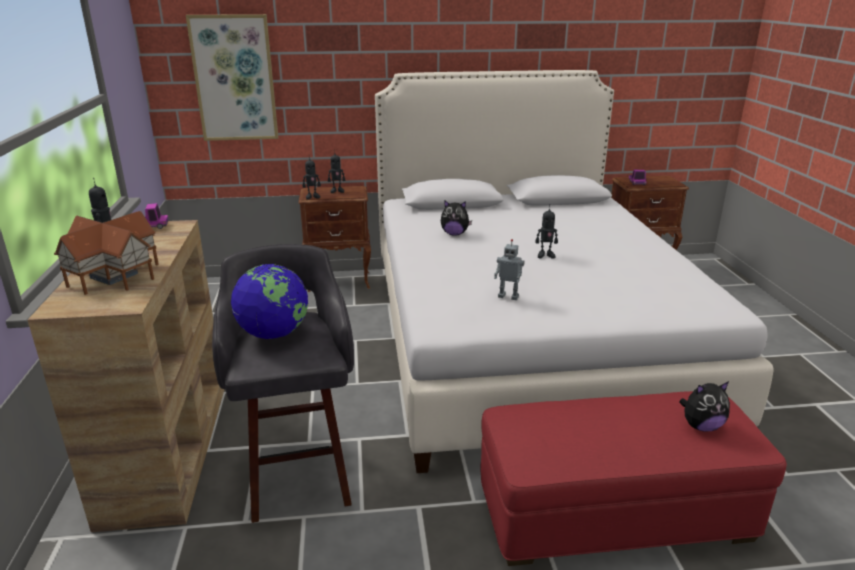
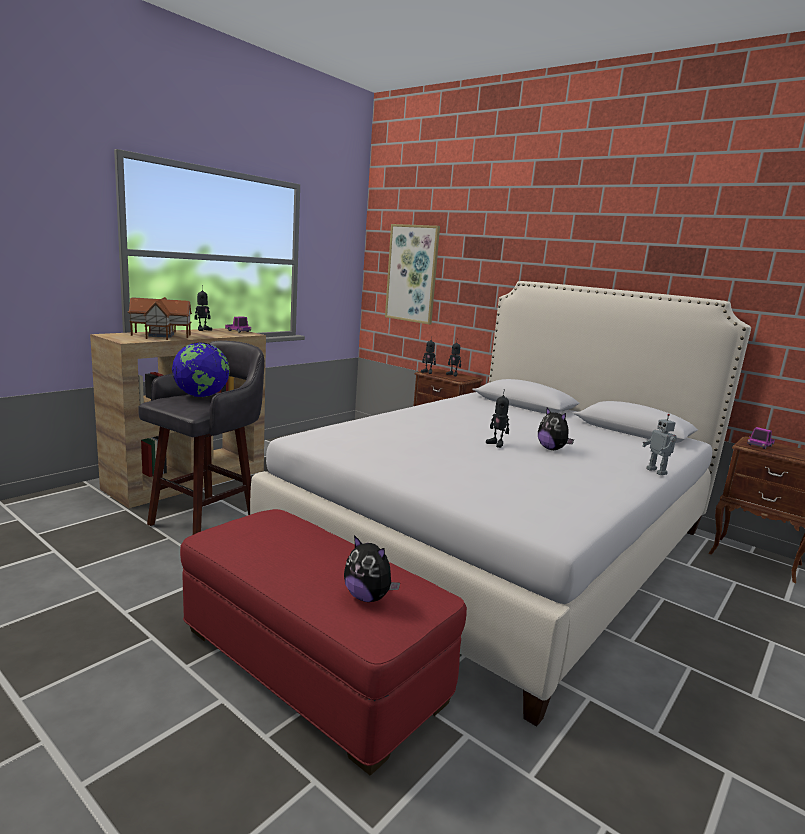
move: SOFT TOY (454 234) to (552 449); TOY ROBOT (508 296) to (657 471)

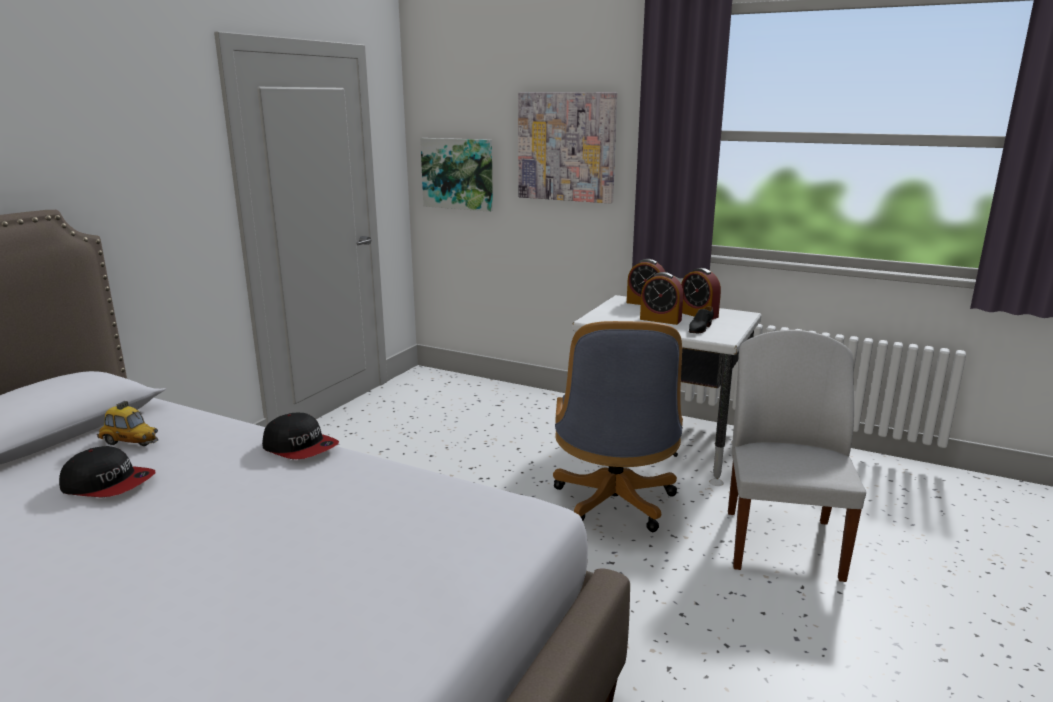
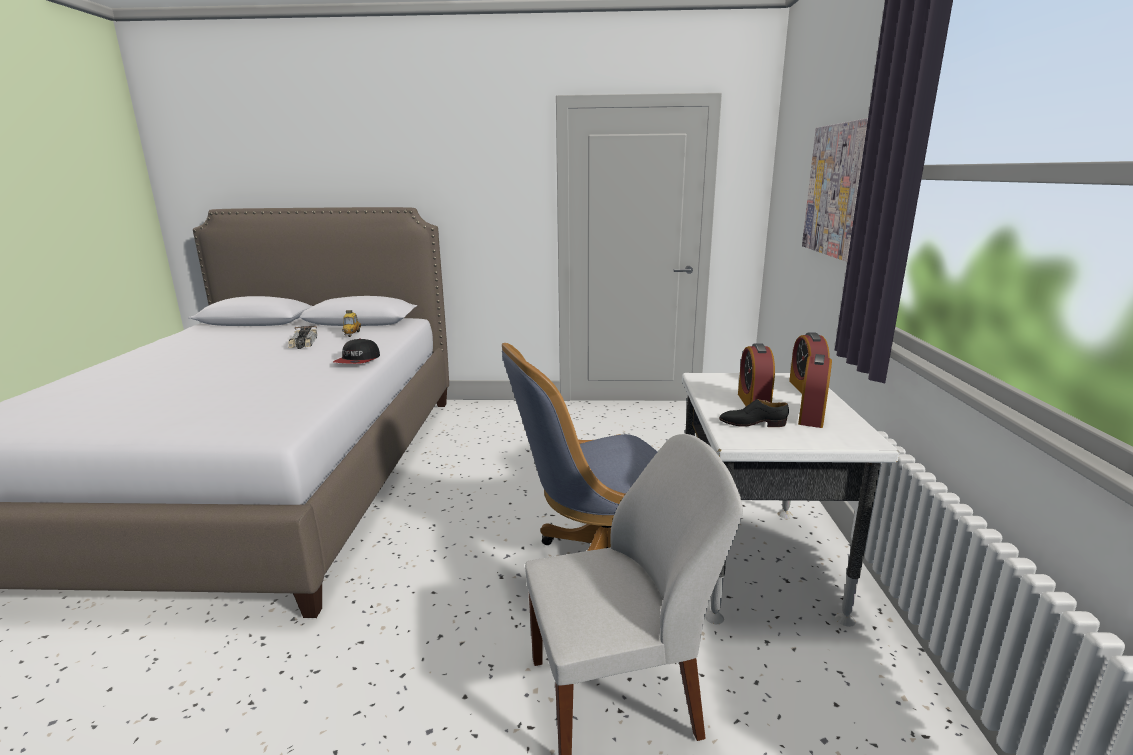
delete: WALL PICTURE (458 173)
replace: CAP (109 484) to MODEL CAR (303 343)

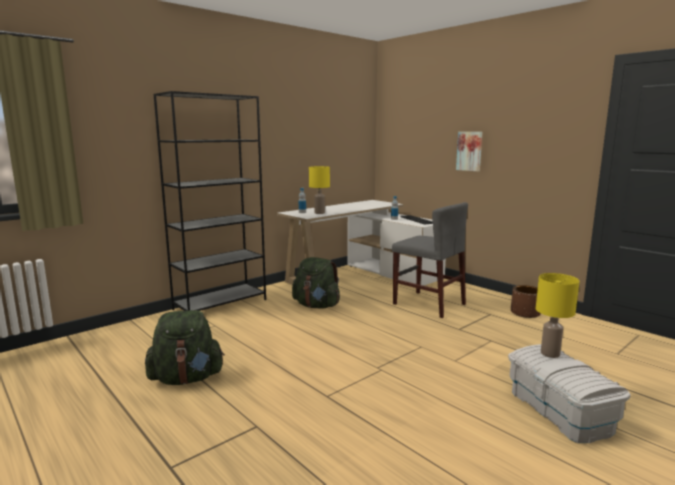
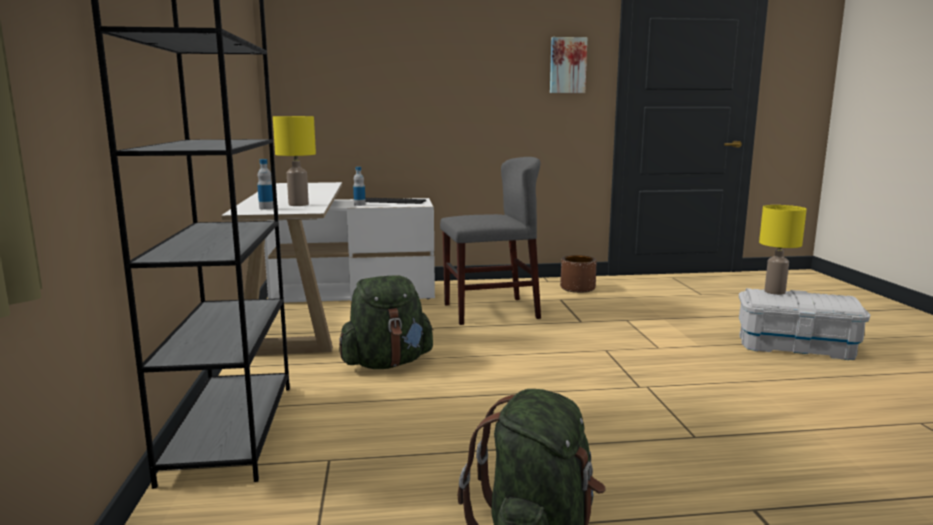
move: WALL PICTURE (469 151) to (567 65)

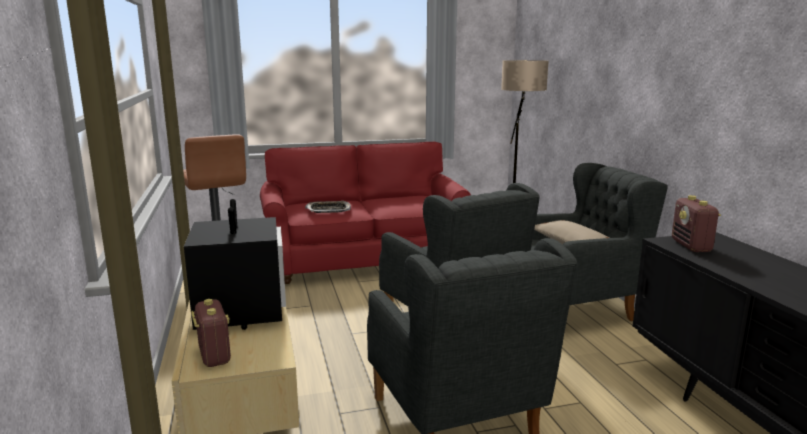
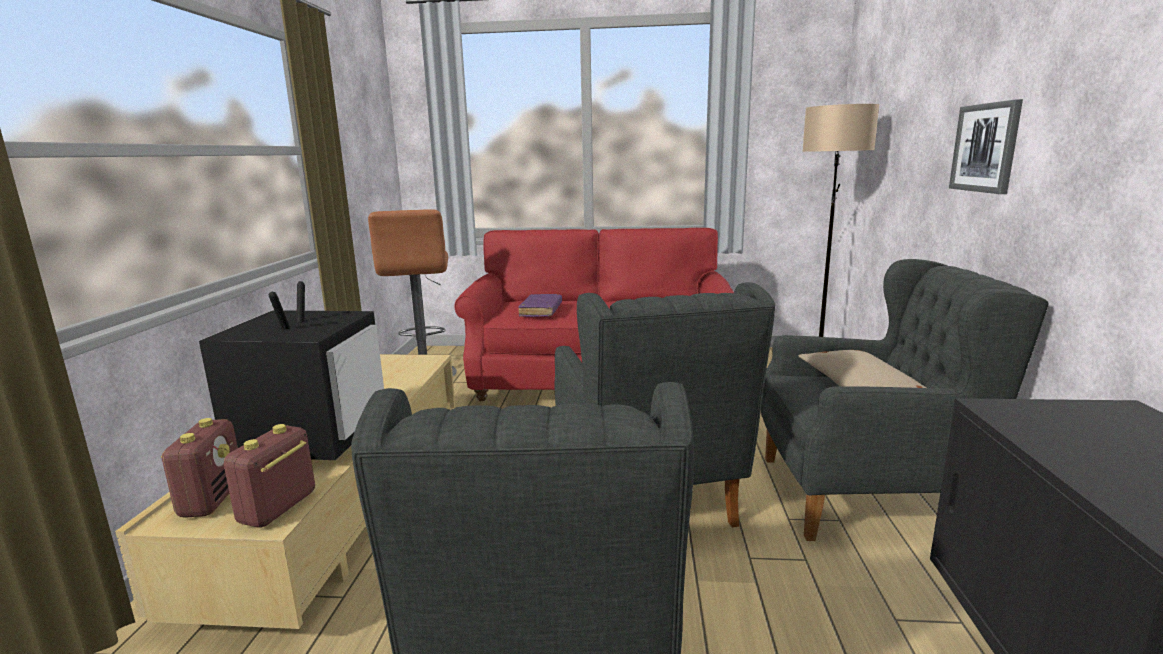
insert: WALL PICTURE (985 148)
move: RADIO (691 246) to (278 509)
replace: SERVING TRAY (328 210) to PURPLISH BOUND BOOK (541 311)

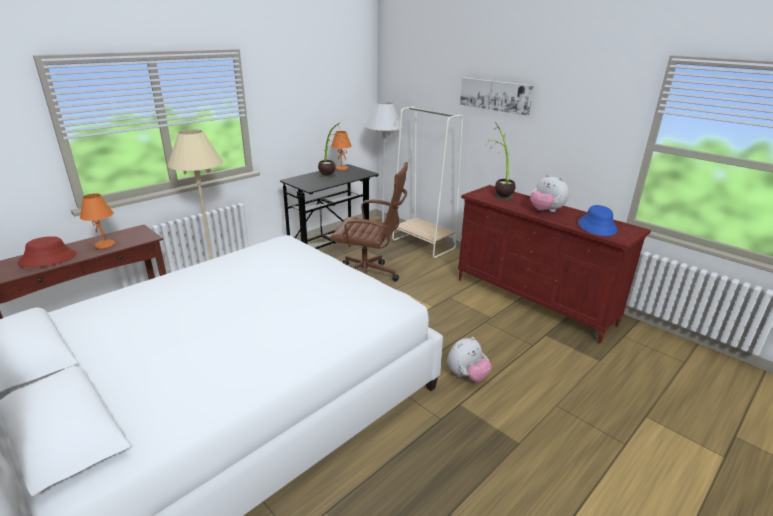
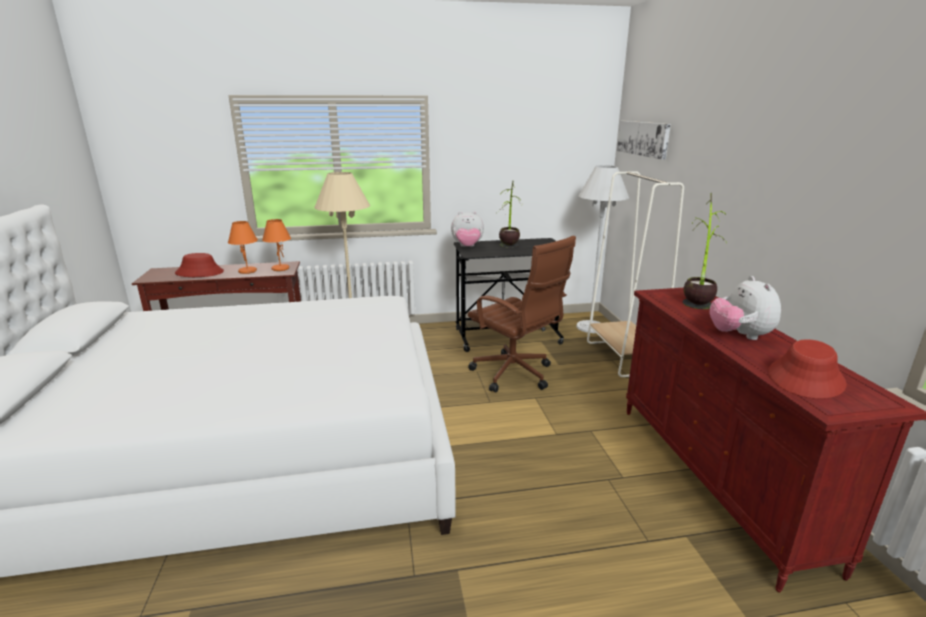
move: ORANGEY LAMP FOR A TABLE (341 169) to (280 269); SOFT TOY (467 376) to (467 247); WALL PICTURE (495 95) to (643 138)
recolor: BLUE HAT (597 226) to RED-COLOURED HAT (806 378)

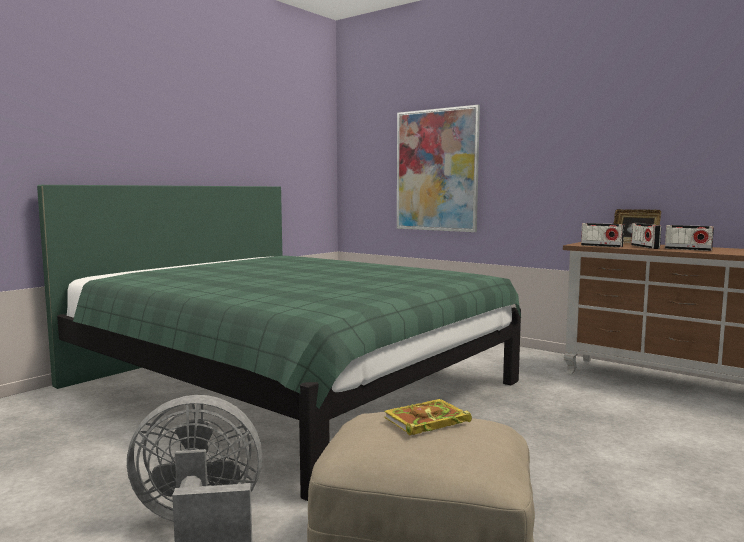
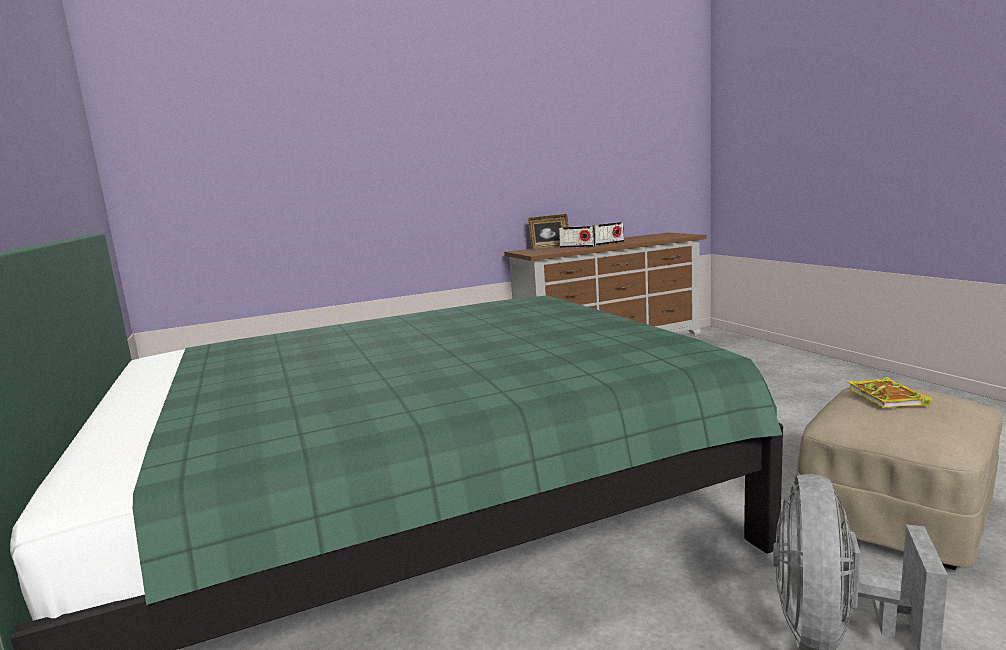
delete: WALL PICTURE (436 170); RADIO (601 246)

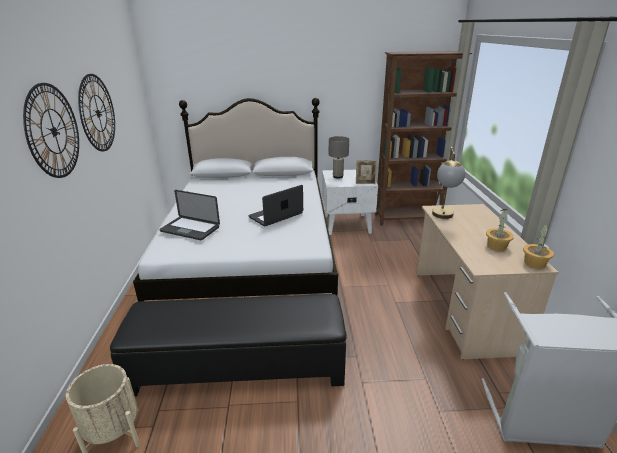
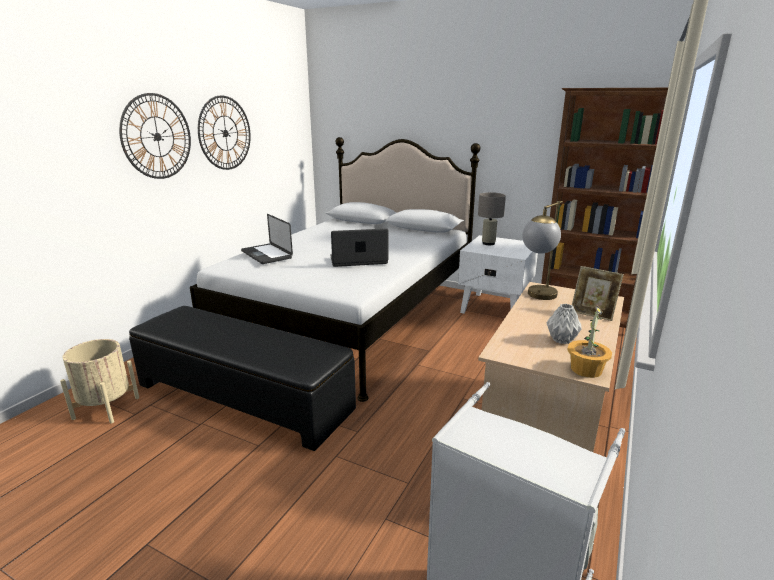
move: STANDING FRAME (365 182) to (592 314)
replace: HOUSEPLANT (497 246) to GREY FLOWER VASE (561 340)

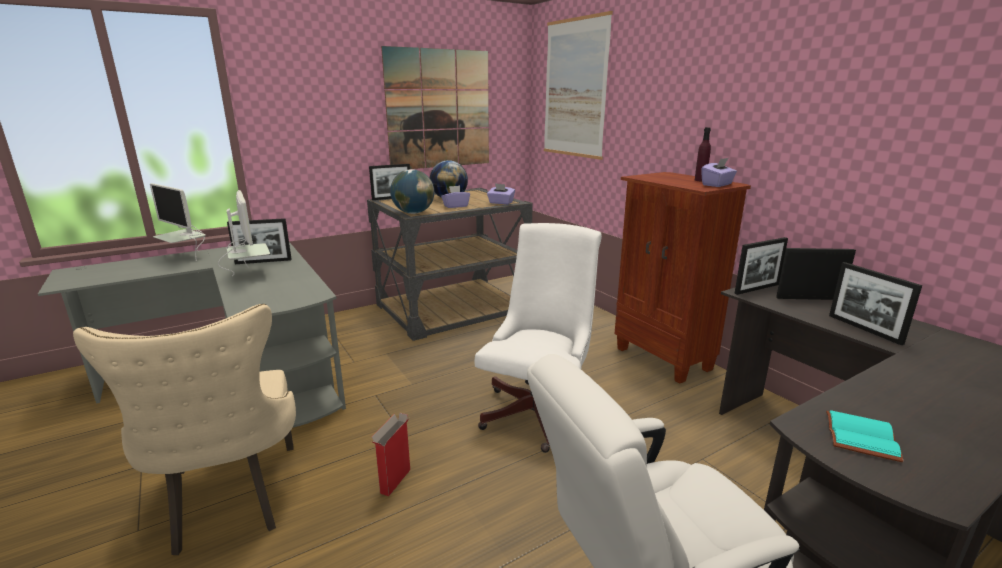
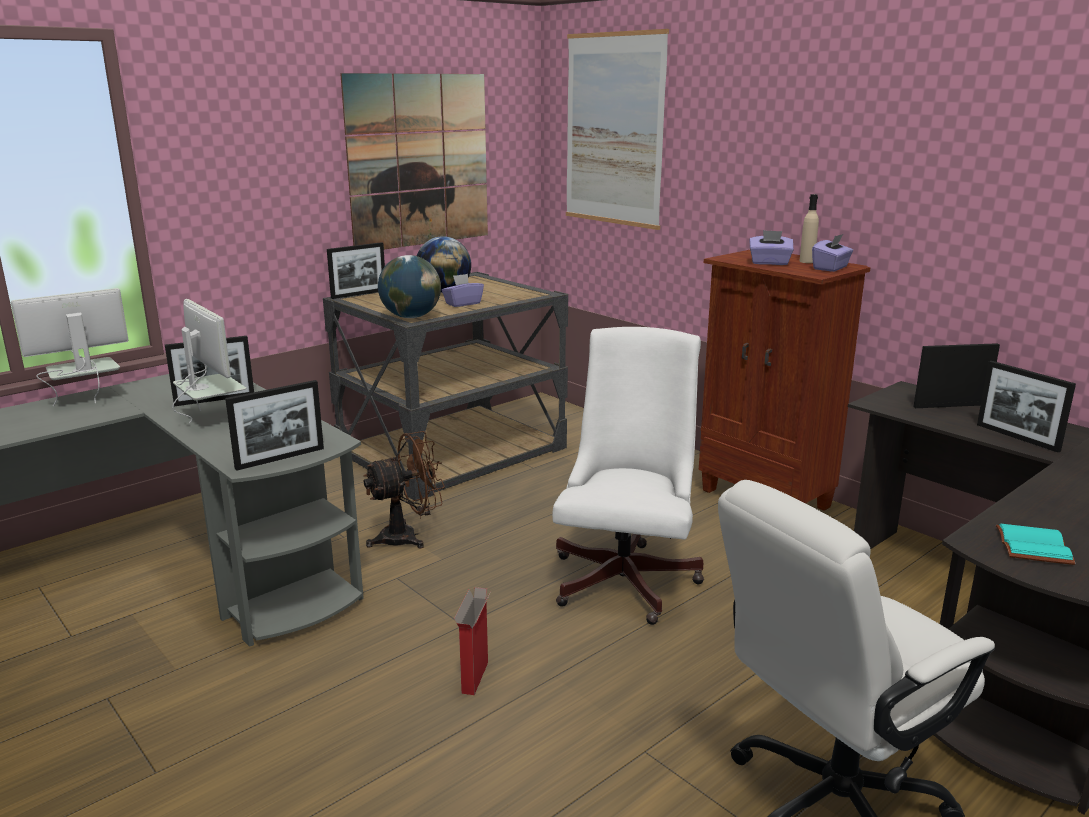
delete: SAND-COLOURED PLAIN CHAIR (231 499)
insert: BROWN-COLOURED ELECTRIC FAN (408 537)
move: STANDING FRAME (757 289) to (280 458); PURPLISH TISSUE BOX (500 203) to (769 263)
recolor: PURPLISH BOTTLE (700 180) to SAND-COLOURED BOTTLE (806 261)
rotate: MONITOR (186 257) = (87 400) 120 degrees clockwise

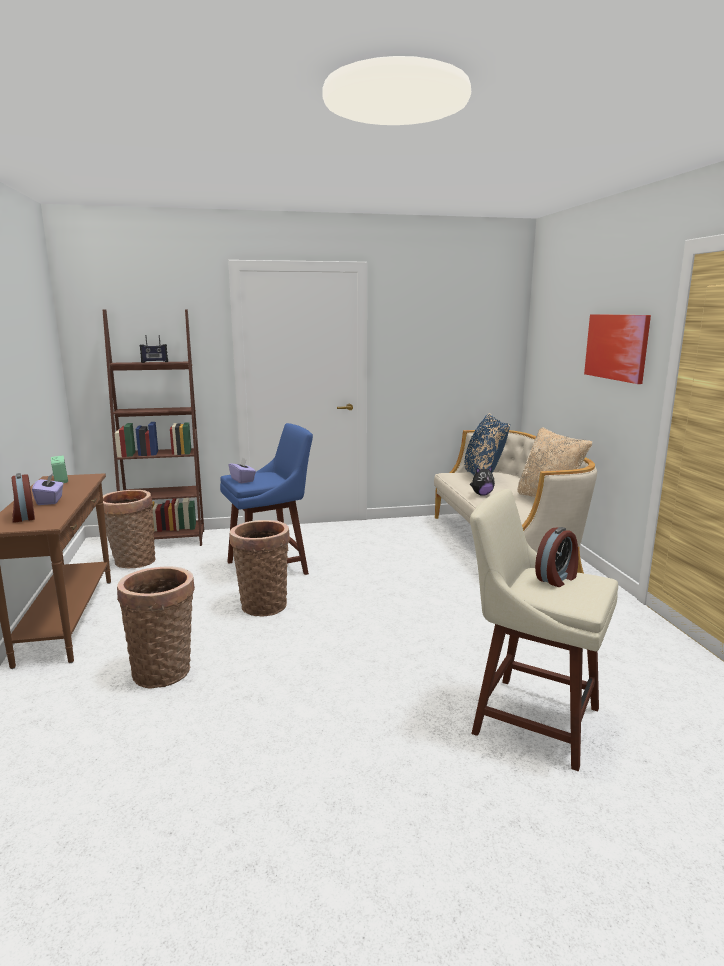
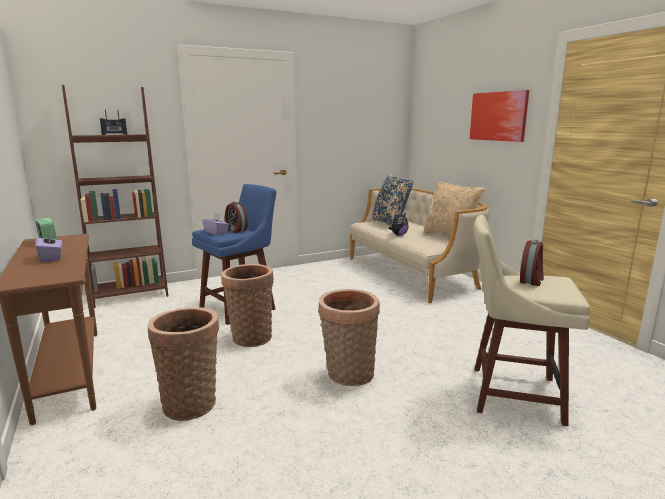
move: ALARM CLOCK (23 517) to (235 230); BASKET (132 561) to (348 375)

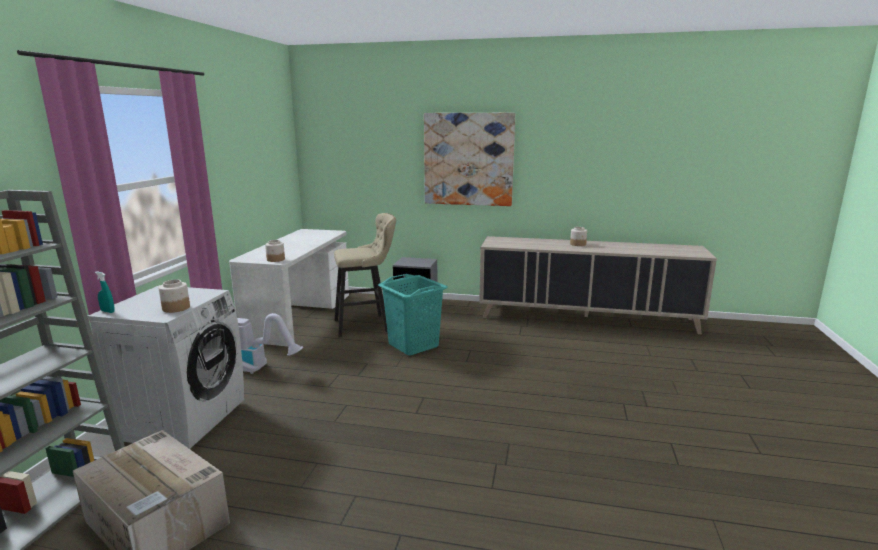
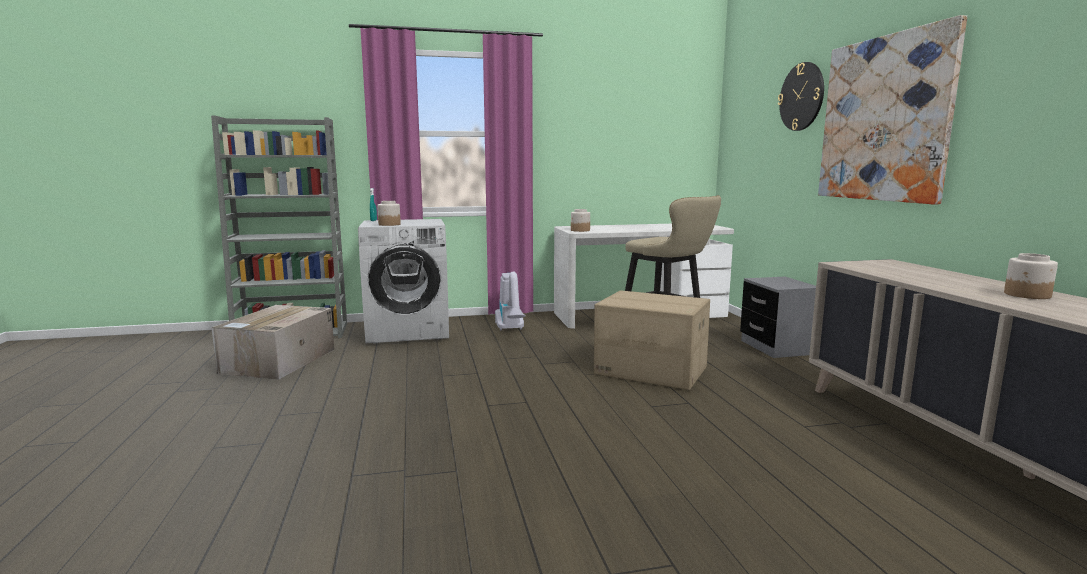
insert: WALL CLOCK (801 96)
replace: TURQUOISE-COLOURED LAUNDRY BASKET (413 345) to CARTON (650 371)

